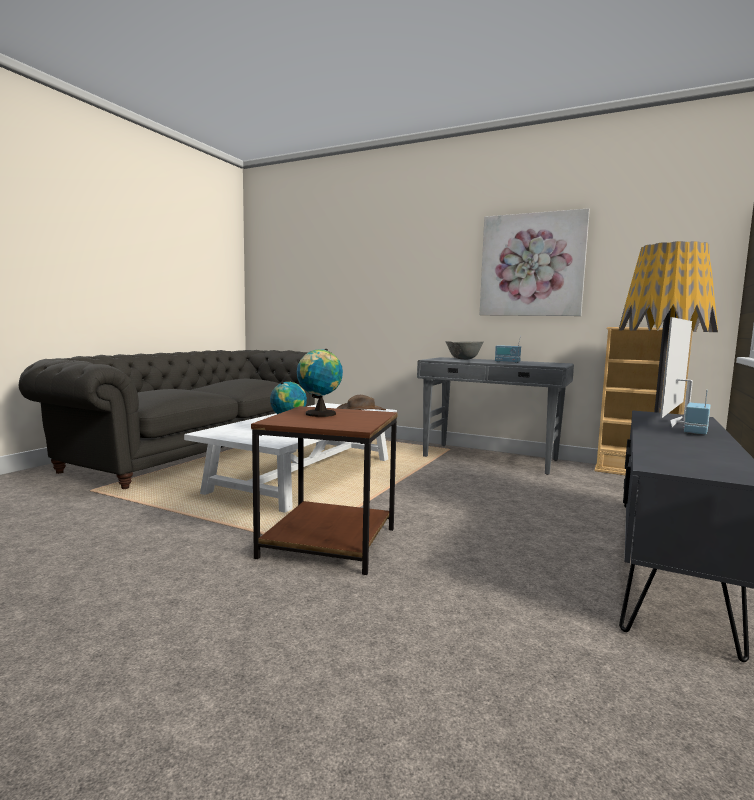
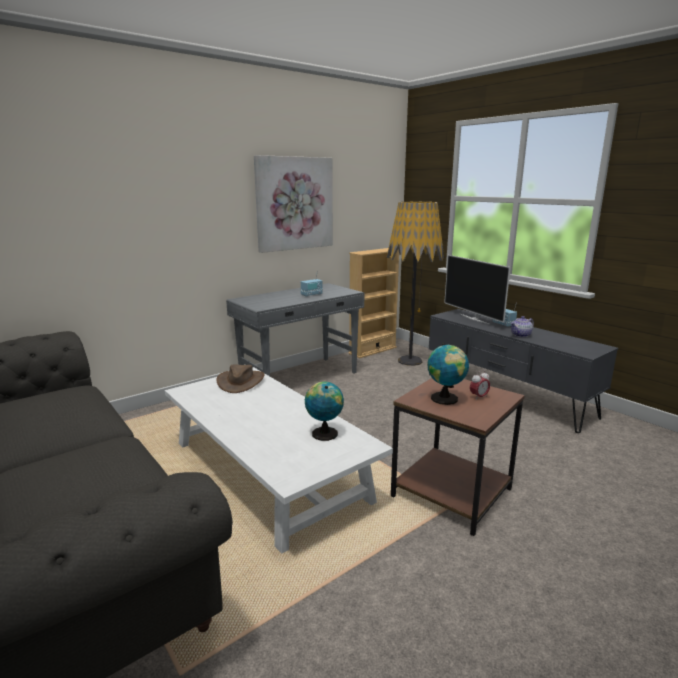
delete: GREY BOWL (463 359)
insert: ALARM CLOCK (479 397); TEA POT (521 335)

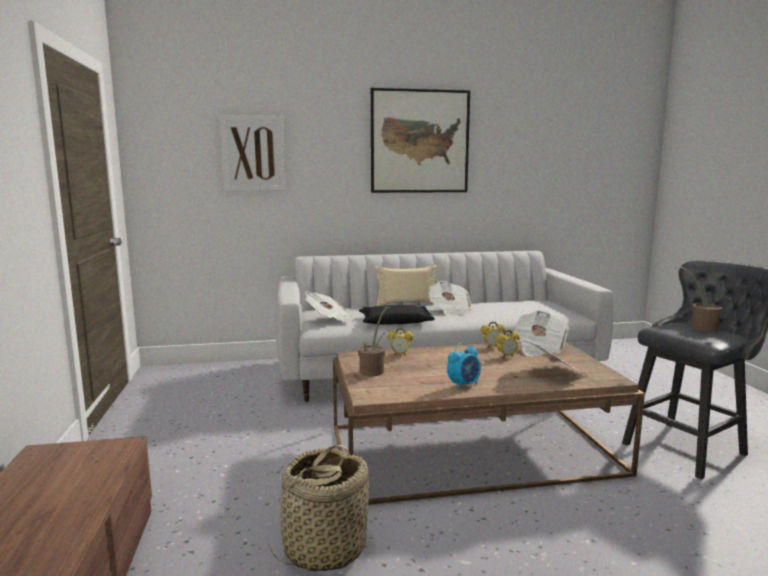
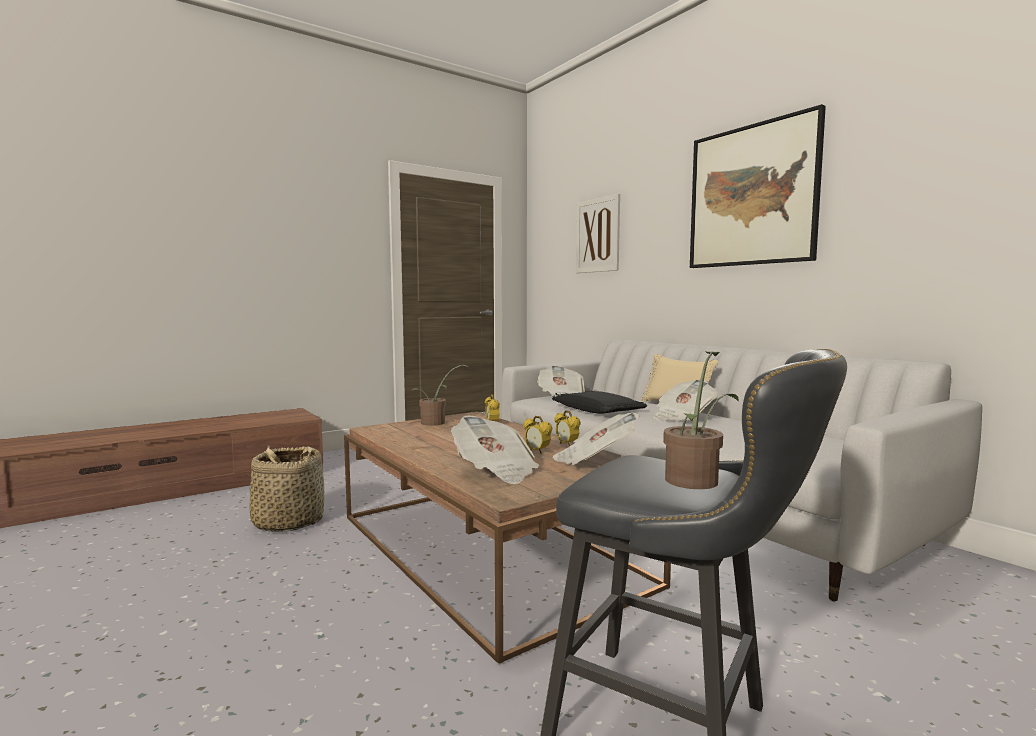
delete: ALARM CLOCK (464 385)

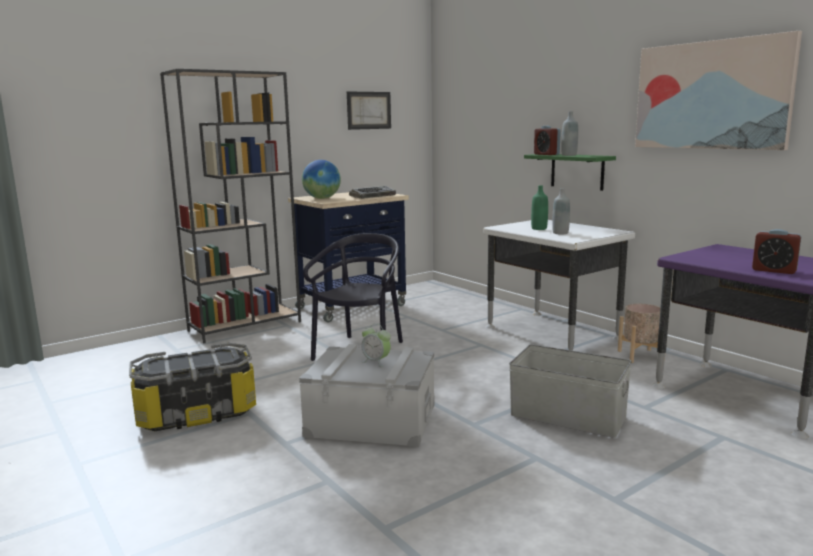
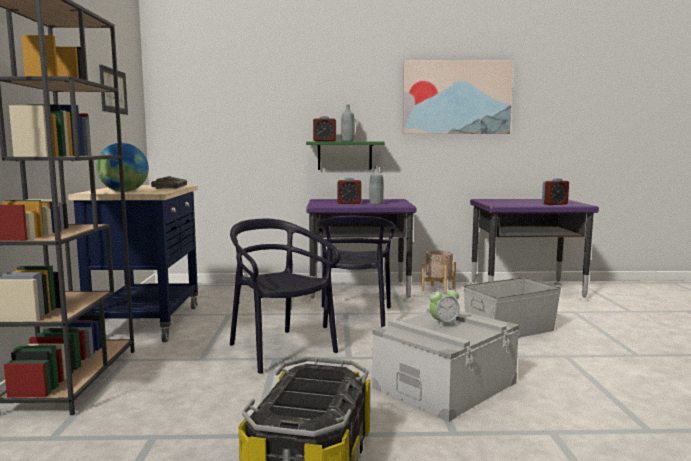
insert: BLACKISH PLAIN CHAIR (355 316)
replace: GREEN BOTTLE (539 229) to ALARM CLOCK (349 203)
recolor: WHITE-COLOURED DESK TABLE (553 332) to PURPLISH DESK TABLE (359 292)

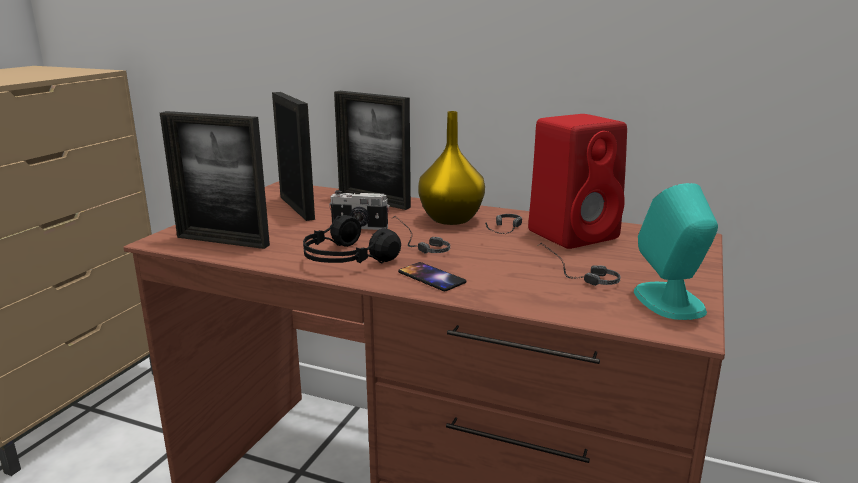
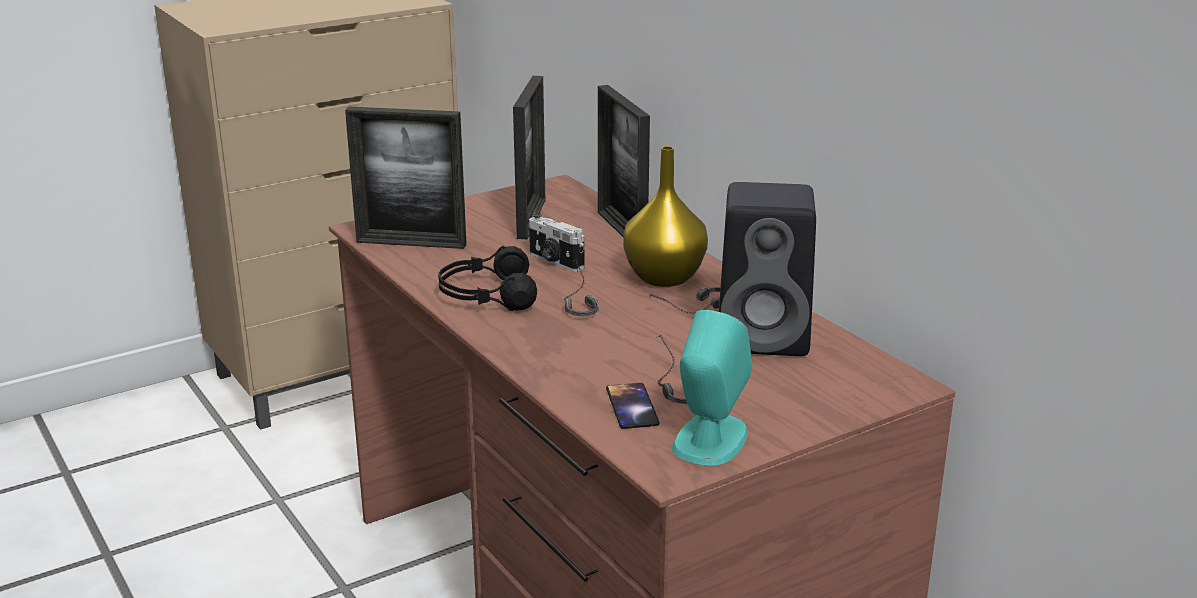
move: PHONE (431 277) to (632 406)
recolor: RED-COLOURED SPEAKER (574 234) to BLACKISH SPEAKER (766 336)
rotate: STANDING FRAME (222 241) = (411 243) 45 degrees counterclockwise

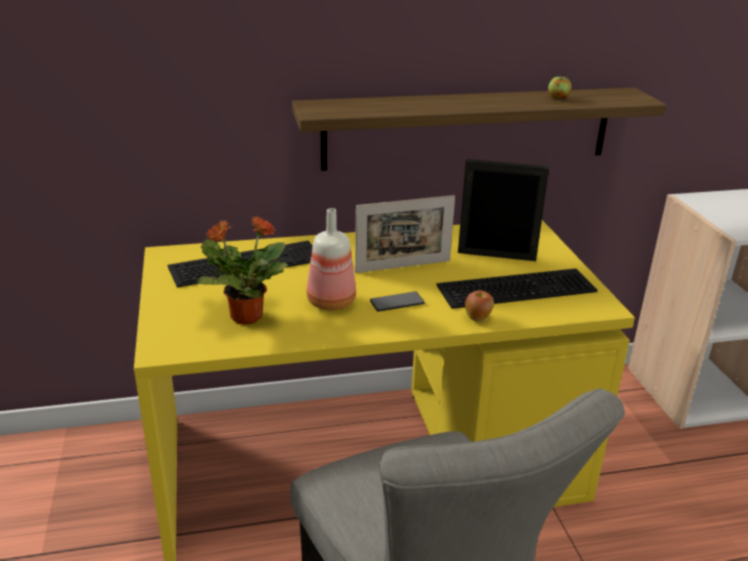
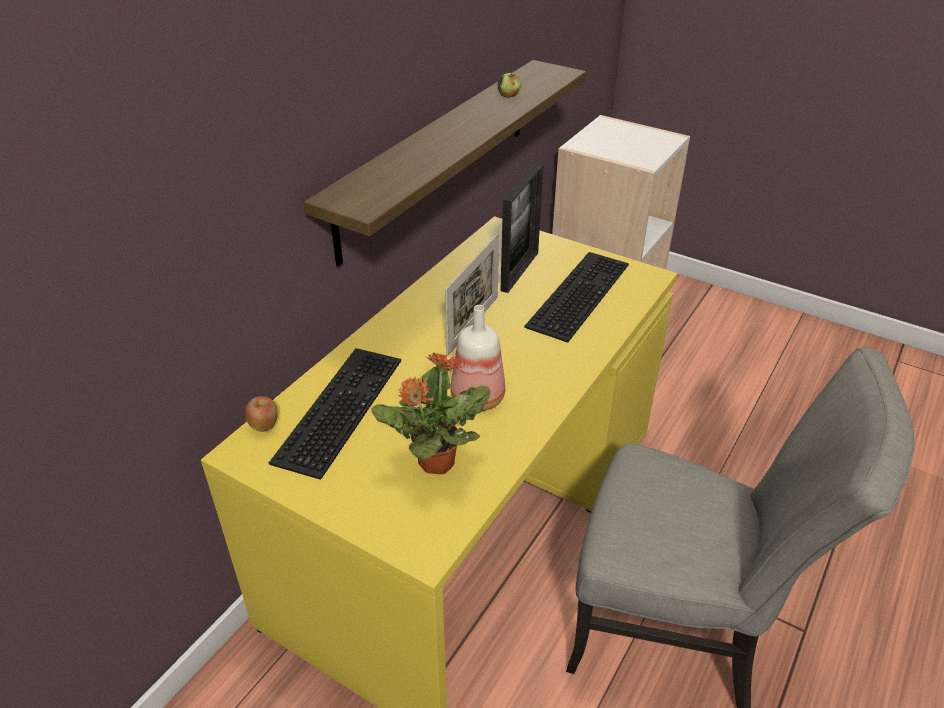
delete: PHONE (397 302)
move: APPLE (478 318) to (264 425)
rotate: STANDING FRAME (496 255) = (519 271) 150 degrees clockwise

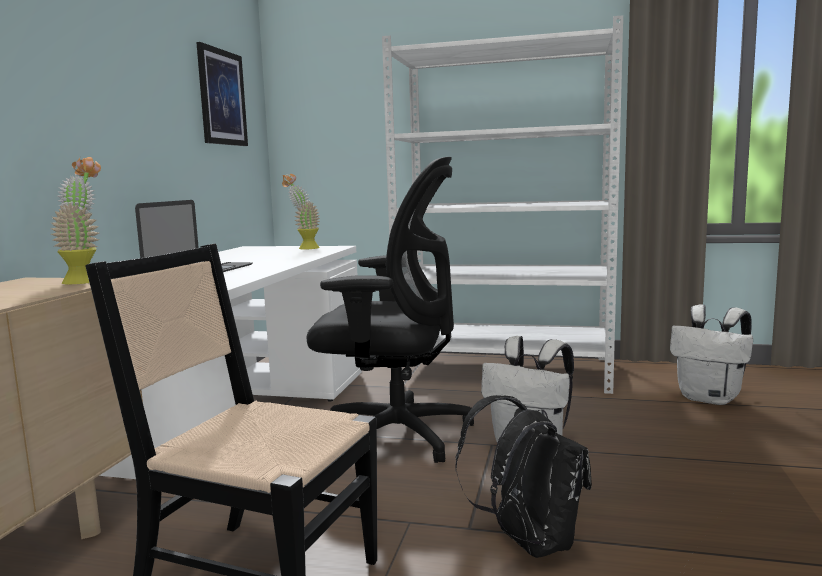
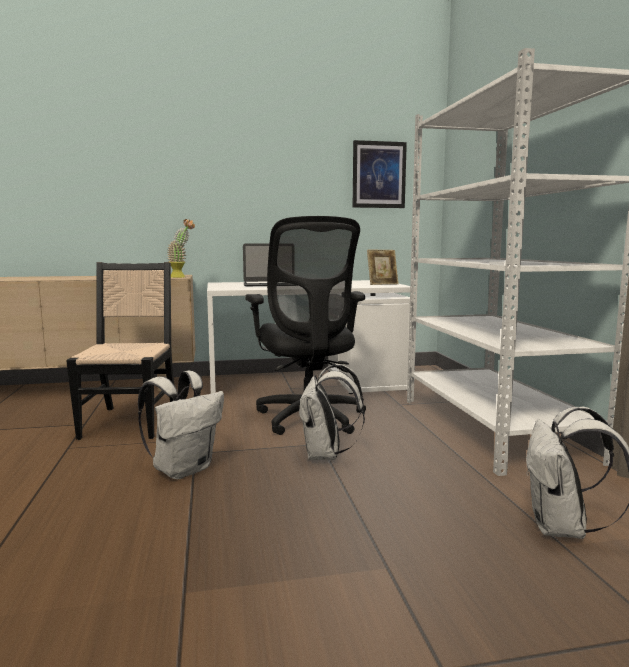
replace: HOUSEPLANT (303 248) to STANDING FRAME (382 284)
recolor: BLACKISH RUCKSACK (527 542) to WHITE-COLOURED RUCKSACK (184 469)

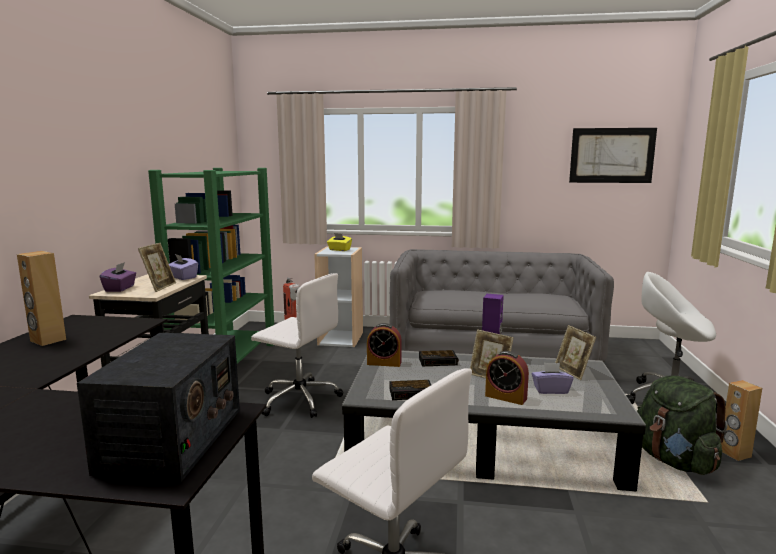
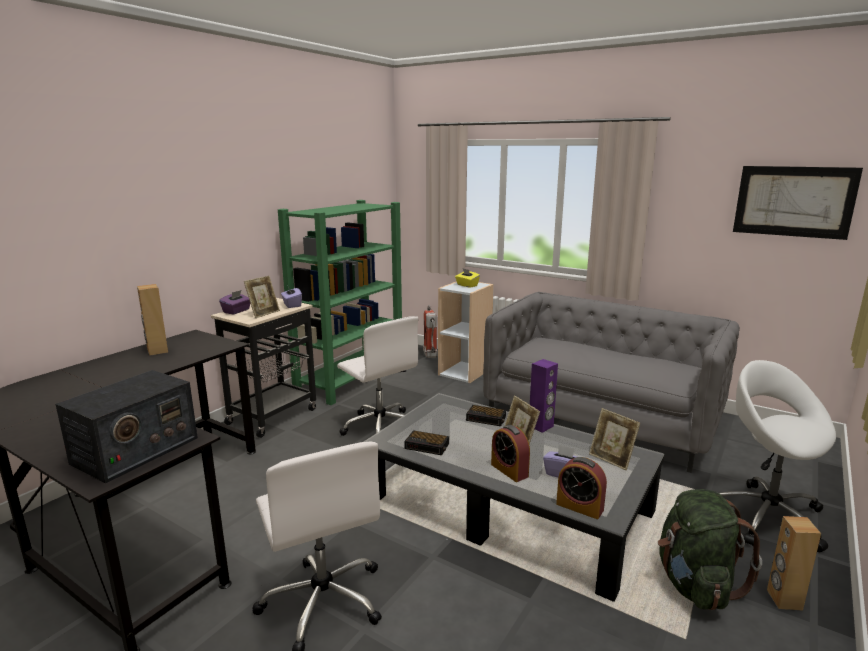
move: ALARM CLOCK (384 363) to (579 507)
rotate: STANDING FRAME (572 372) = (611 459) 45 degrees counterclockwise

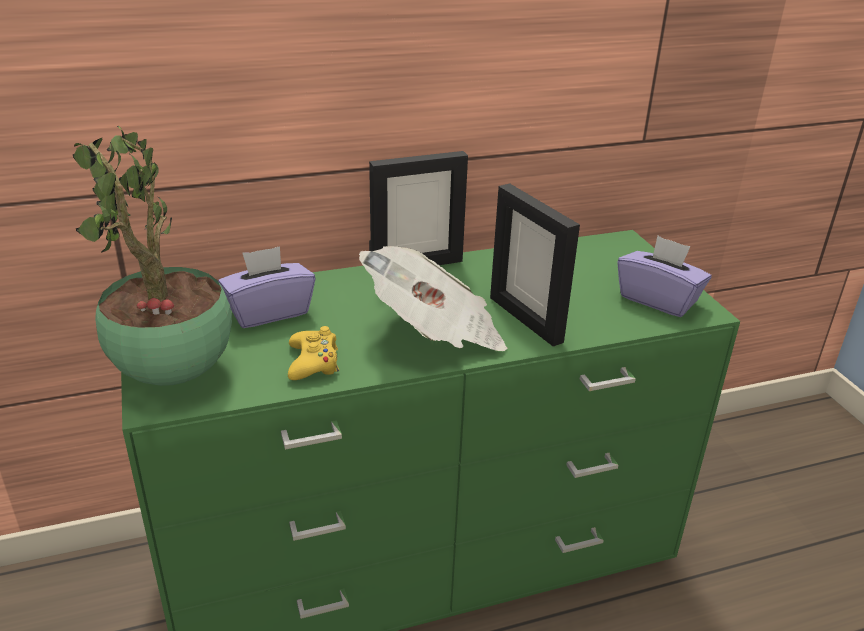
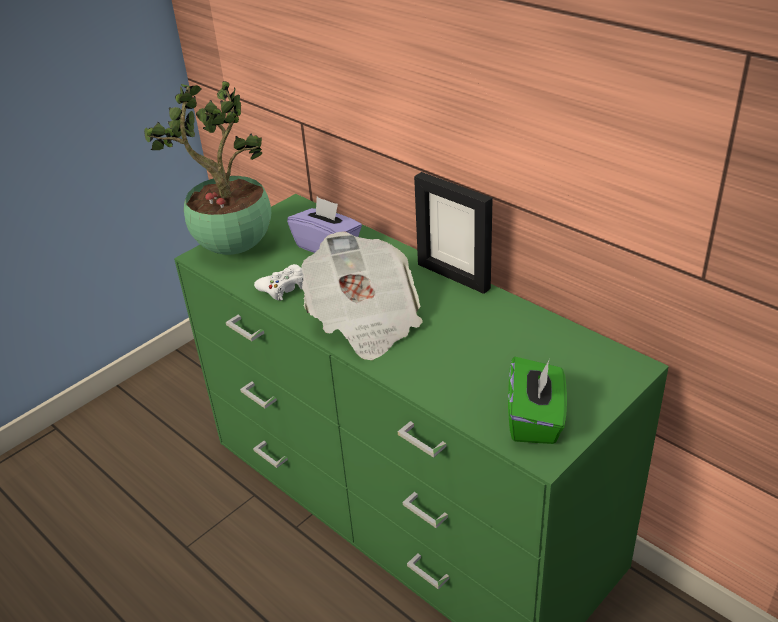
delete: STANDING FRAME (527 318)
recolor: YELLOWISH GAME CONTROLLER (313 362) to WHITE-COLOURED GAME CONTROLLER (284 288); PURPLISH TISSUE BOX (658 299) to GREEN TISSUE BOX (535 419)

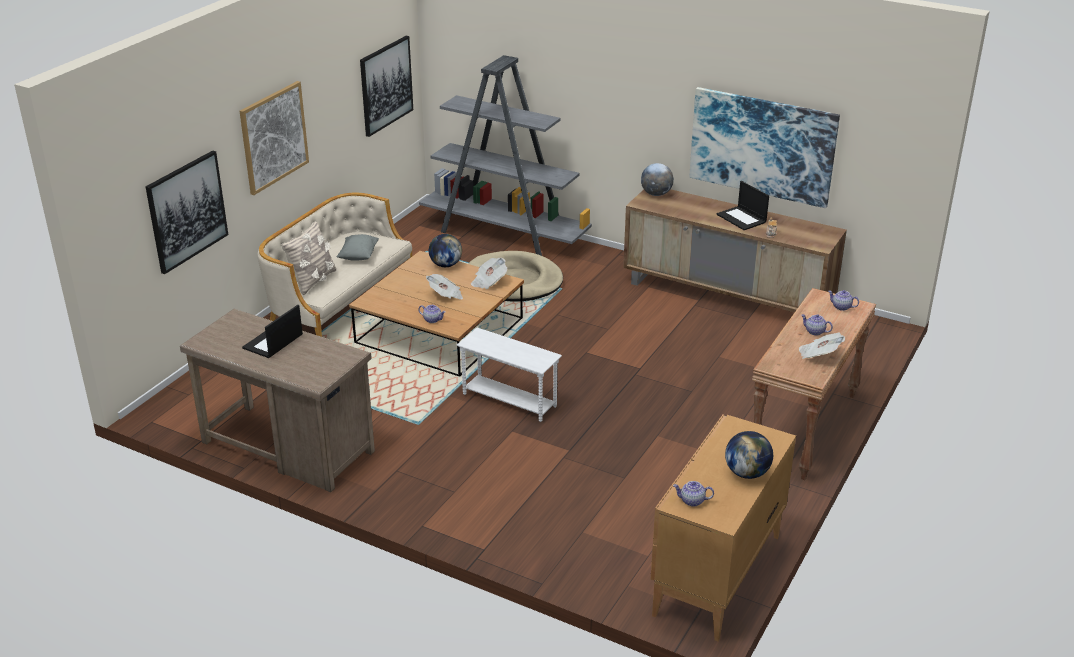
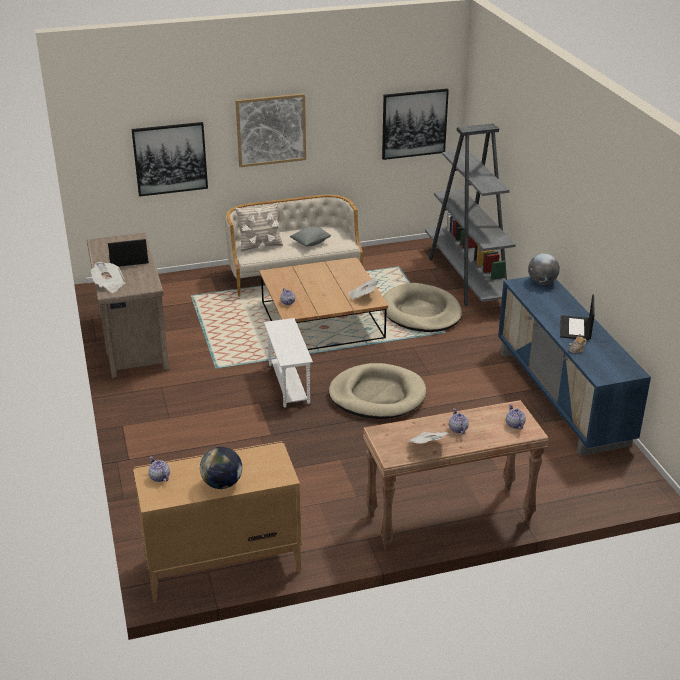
delete: DESK GLOBE (445 265); WALL PICTURE (762 146)
insert: SAND-COLOURED DOG BED (377 395)
move: DAILY PAPER (445 295) to (109 285)
recolor: BROWN-COLOURED MEDIA CONSOLE (728 294) to BLUE MEDIA CONSOLE (562 397)

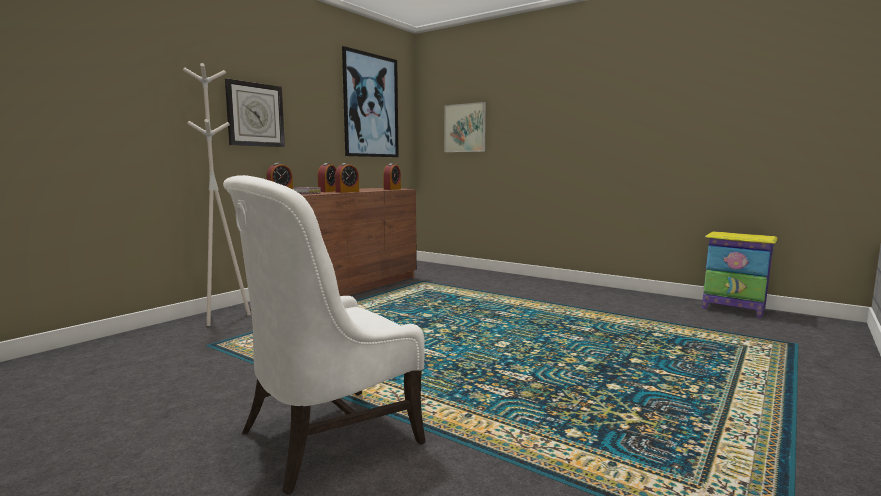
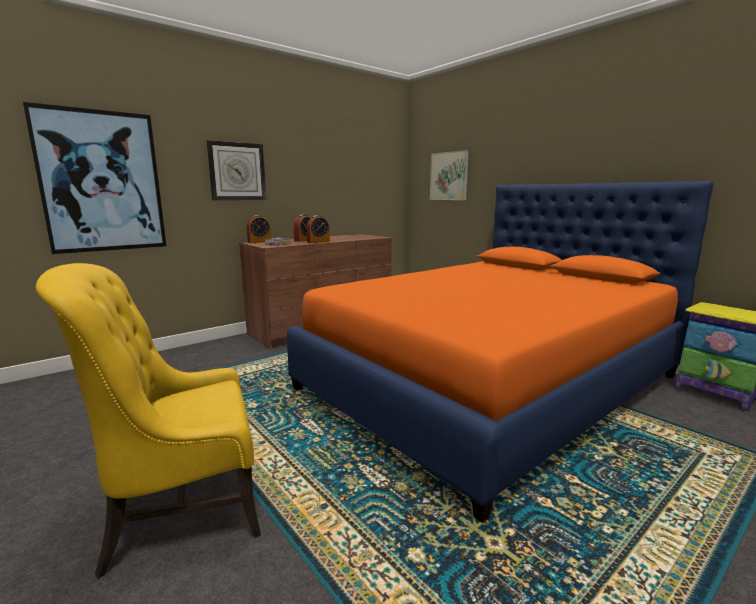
delete: GREY CLOTHES RACK (223 318); ALARM CLOCK (392 189)
insert: ORANGEY SLEEPING BED (490 382)
move: WALL PICTURE (371 106) to (102 182)
recolor: WHITE-COLOURED PLAIN CHAIR (327 437) to YELLOWISH PLAIN CHAIR (181 508)

